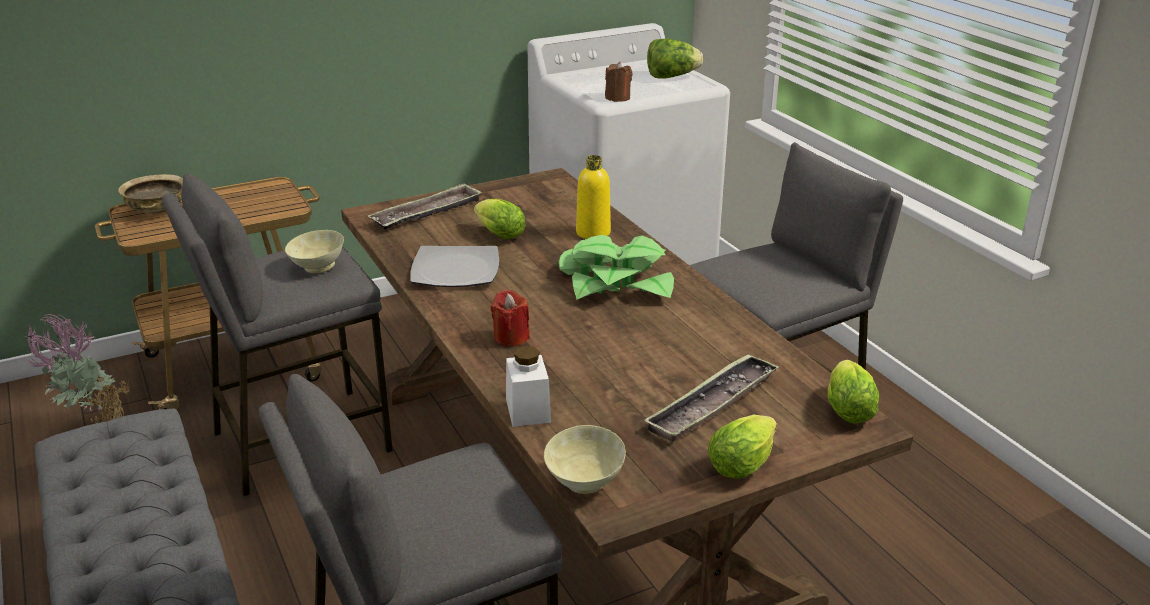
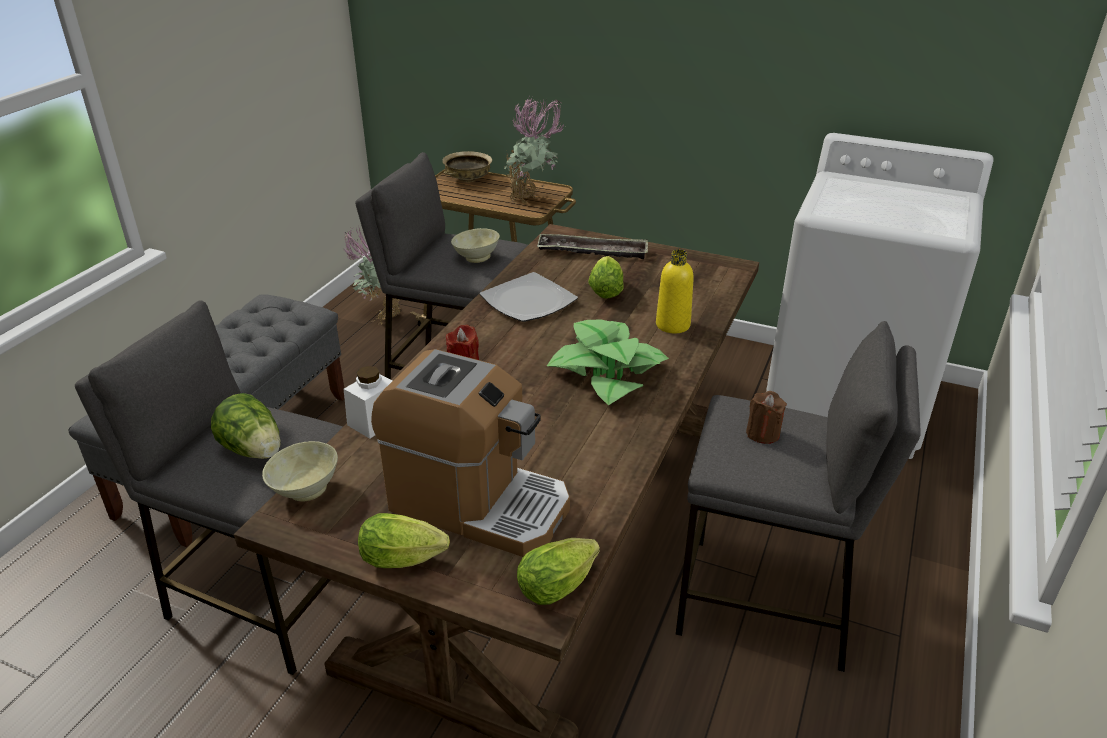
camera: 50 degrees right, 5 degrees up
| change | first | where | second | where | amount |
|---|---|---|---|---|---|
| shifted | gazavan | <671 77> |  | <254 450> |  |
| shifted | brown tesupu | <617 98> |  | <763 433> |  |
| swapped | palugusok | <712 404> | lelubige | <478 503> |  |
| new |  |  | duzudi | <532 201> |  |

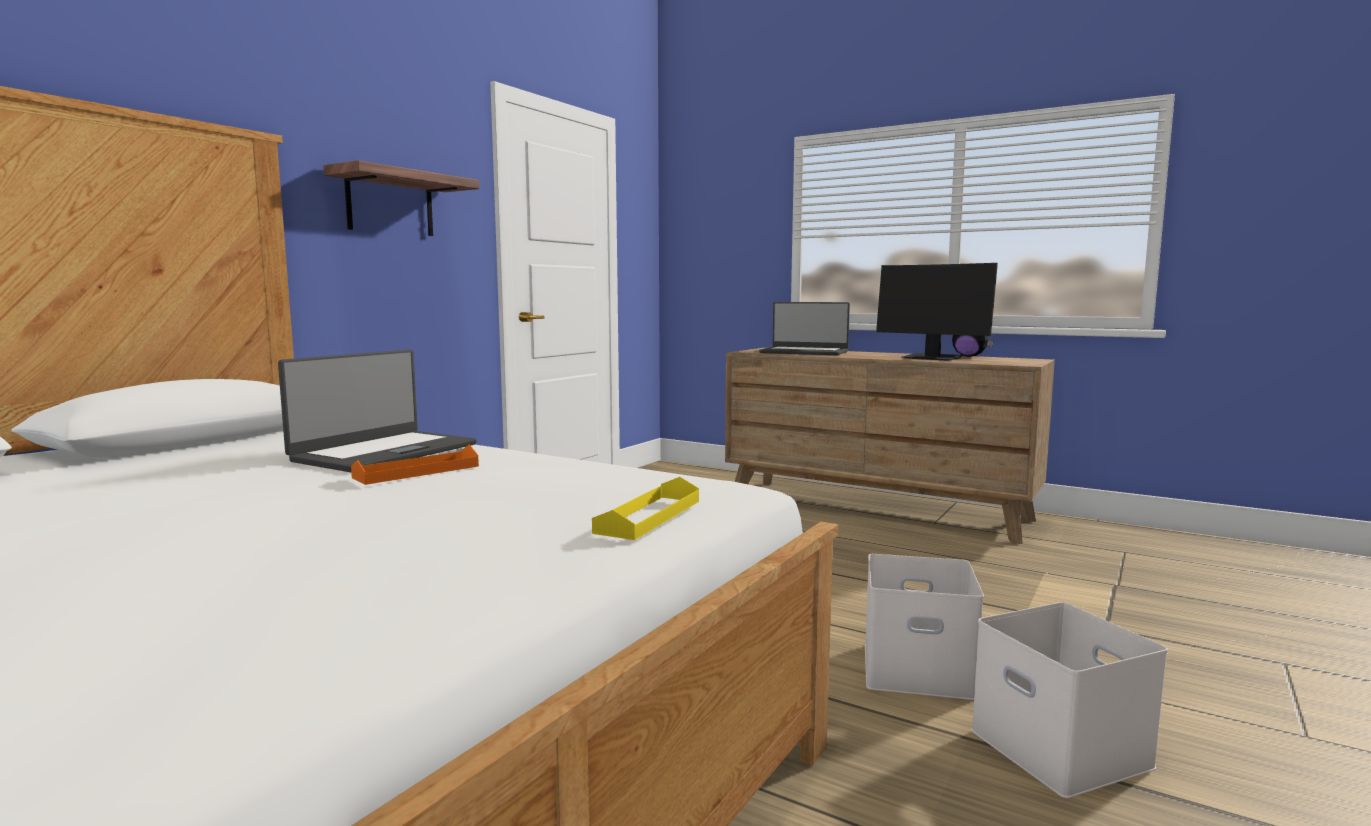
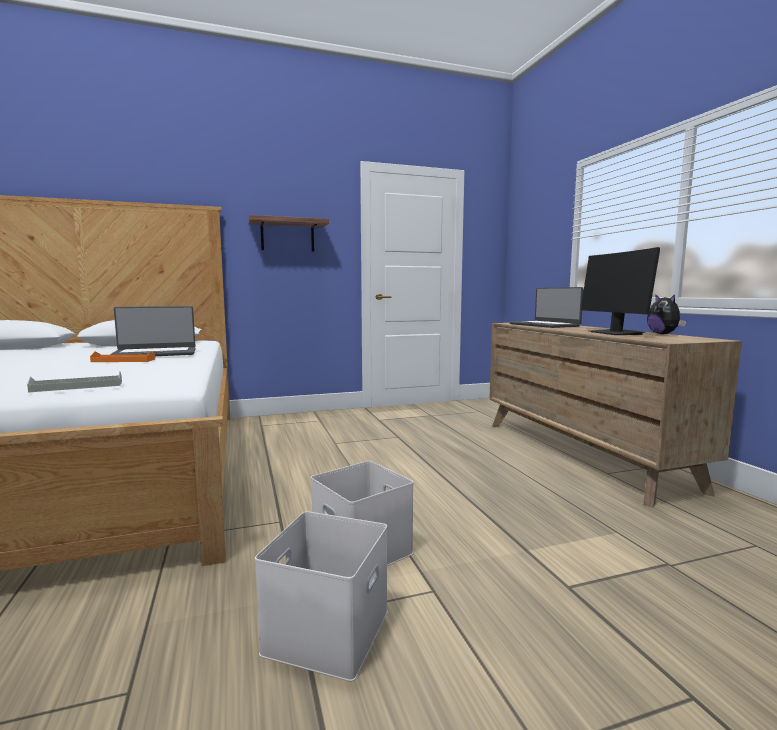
camera: 40 degrees right, 0 degrees up
| change | first | where | second | where | amount |
|---|---|---|---|---|---|
| repainted | yellow palugusok | <649 516> | grey palugusok | <77 386> |  |

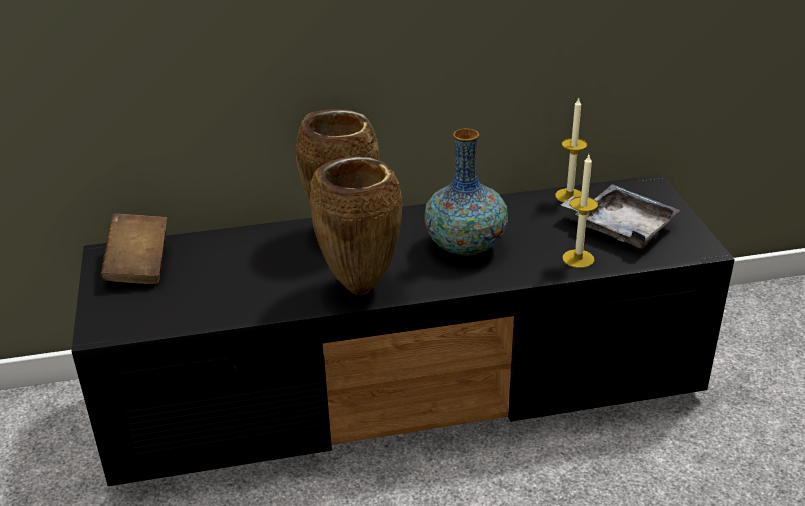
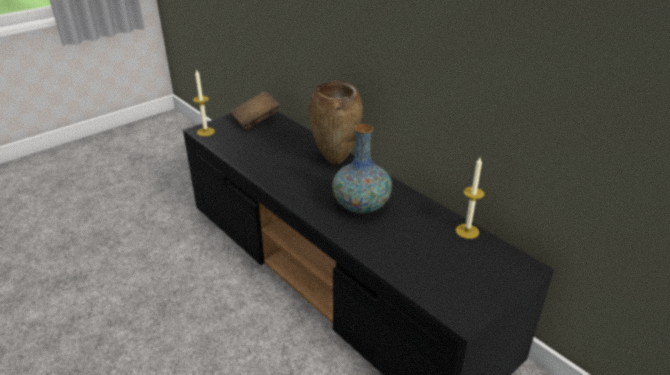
camera: 60 degrees right, 0 degrees up
| change | first | where | second | where | amount |
|---|---|---|---|---|---|
| shifted | tesupu | <578 259> |  | <205 132> |  |
| gone | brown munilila | <361 287> |  |  |  |
| gone | grey palugusok | <620 227> |  |  |  |

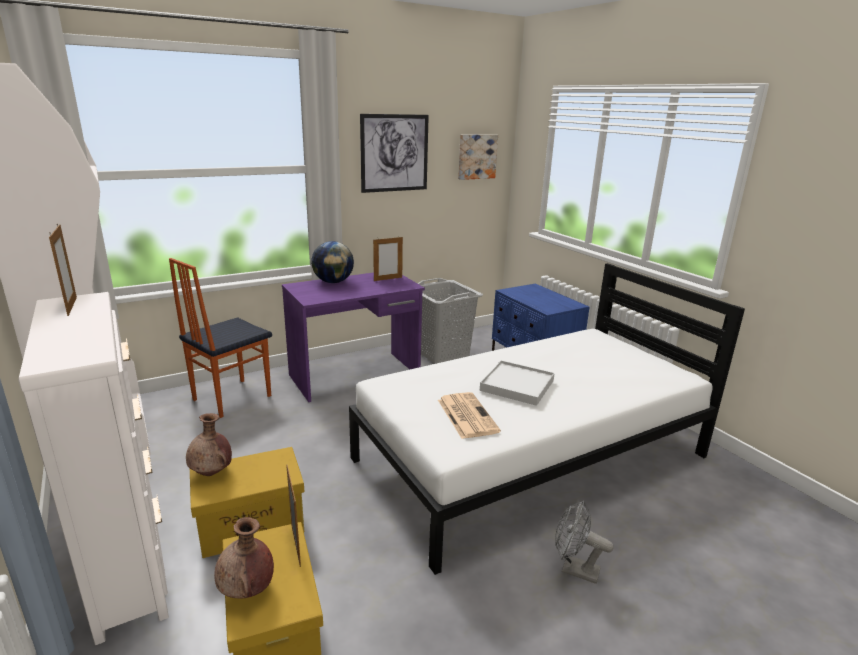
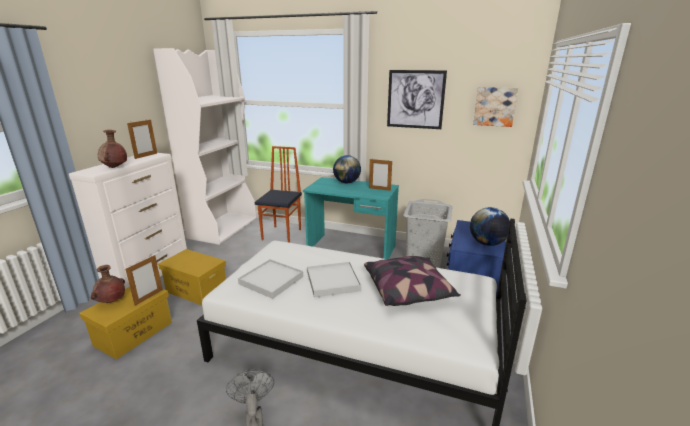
camera: 50 degrees right, 0 degrees up
| change | first | where | second | where | amount |
|---|---|---|---|---|---|
| rotated | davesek | <231 398> |  | <282 234> | 105 degrees clockwise |
| repainted | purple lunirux | <356 376> | turquoise lunirux | <351 249> |  |
| swapped | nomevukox | <466 415> | white palugusok | <271 280> |  |
| shifted | brown munilila | <212 472> |  | <115 167> |  |
| new |  |  | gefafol | <487 243> |  |
| new |  |  | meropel | <408 291> |  |

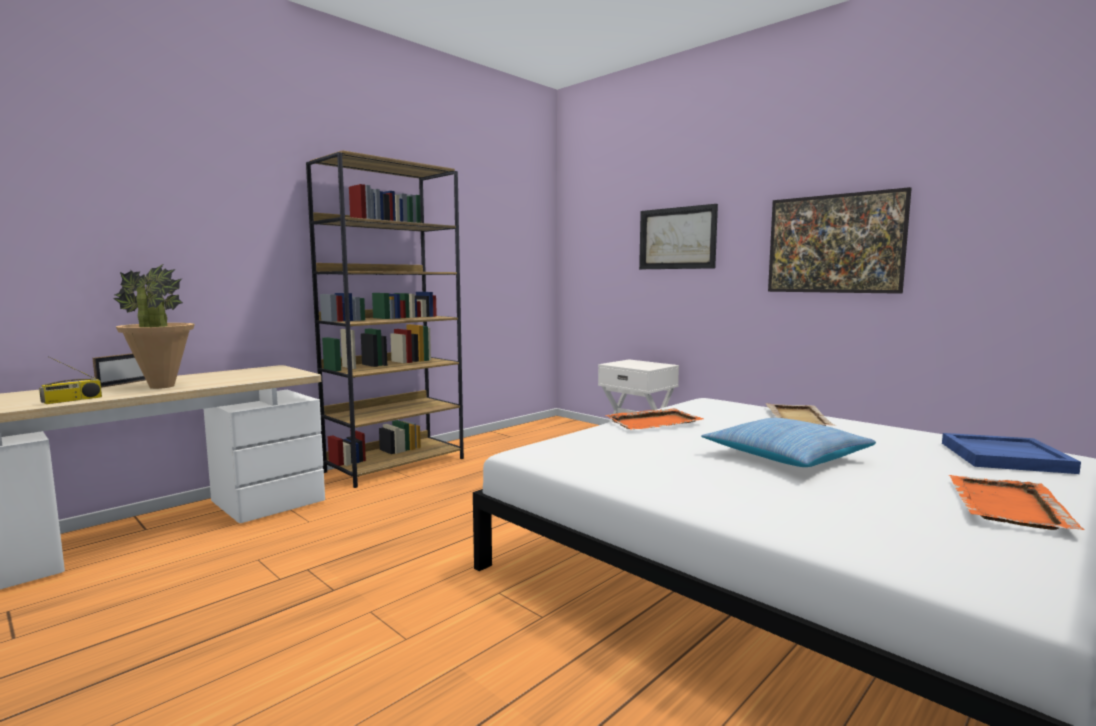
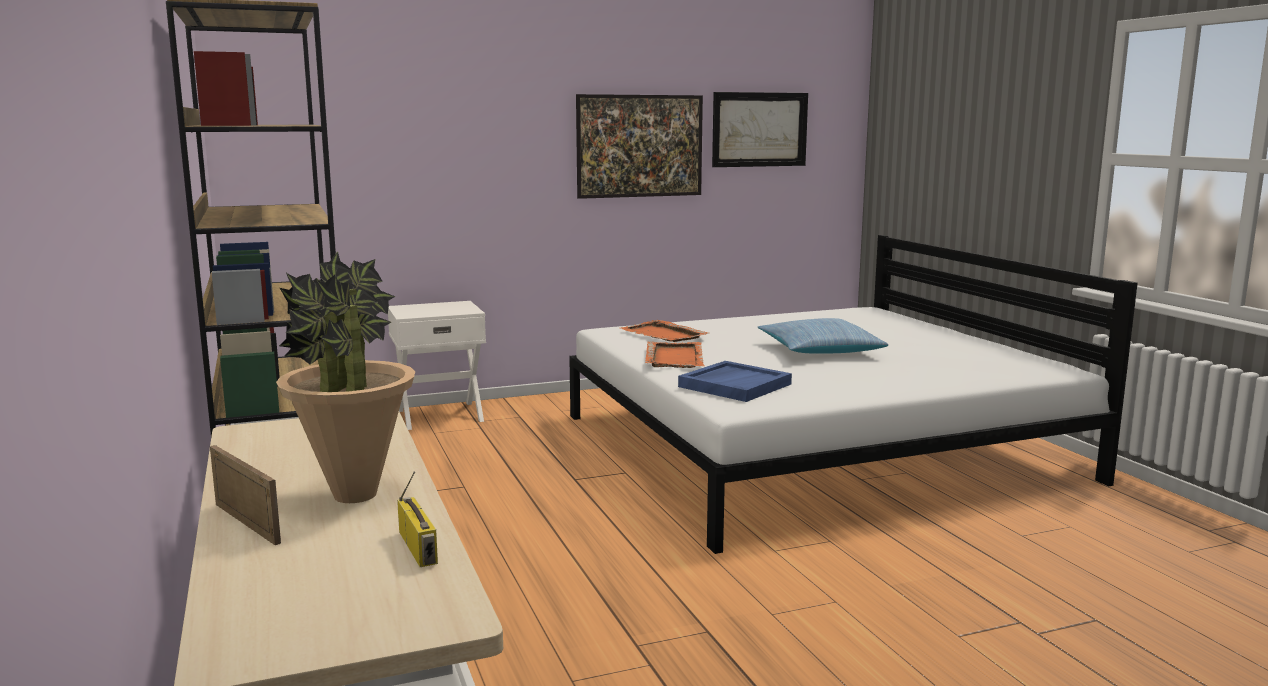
camera: 65 degrees left, 5 degrees up
| change | first | where | second | where | amount |
|---|---|---|---|---|---|
| shifted | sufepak | <677 238> |  | <759 129> |  |
| gone | beige palugusok | <797 417> |  |  |  |
| shifted | blue palugusok | <1005 457> |  | <734 385> |  |
| shifted | orange palugusok | <1007 506> |  | <664 334> |  |

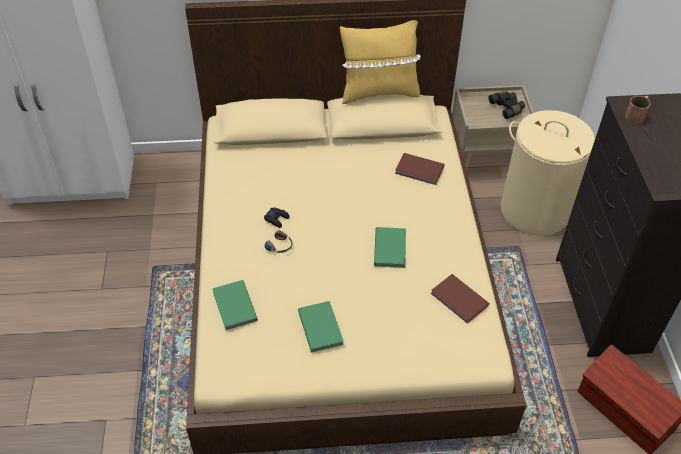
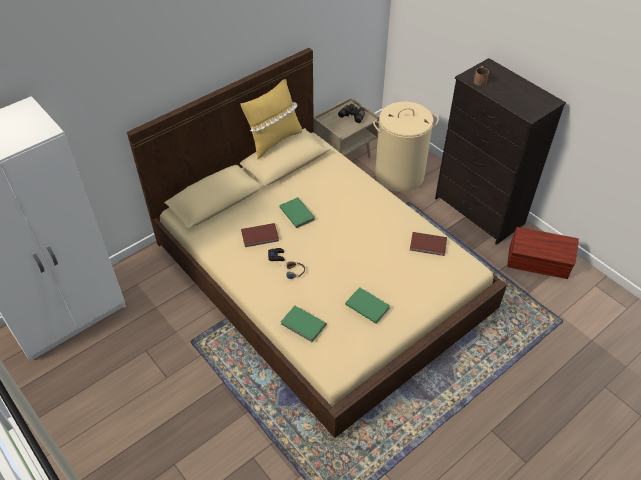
camera: 35 degrees left, 0 degrees up
| change | first | where | second | where | amount |
|---|---|---|---|---|---|
| shifted | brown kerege | <419 171> |  | <260 236> |  |
| shifted | green kerege | <391 248> |  | <297 213> |  |

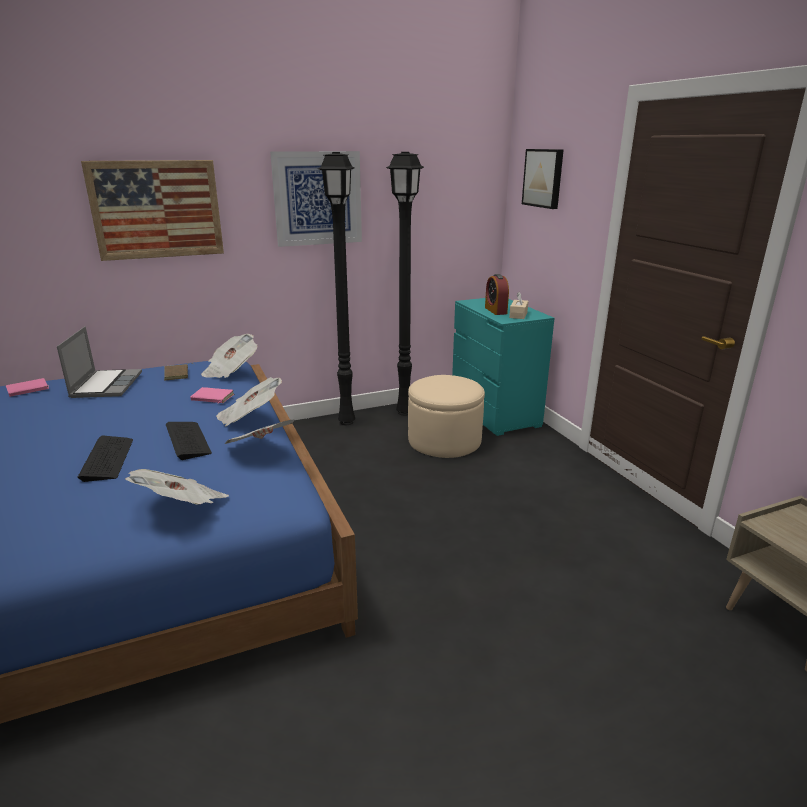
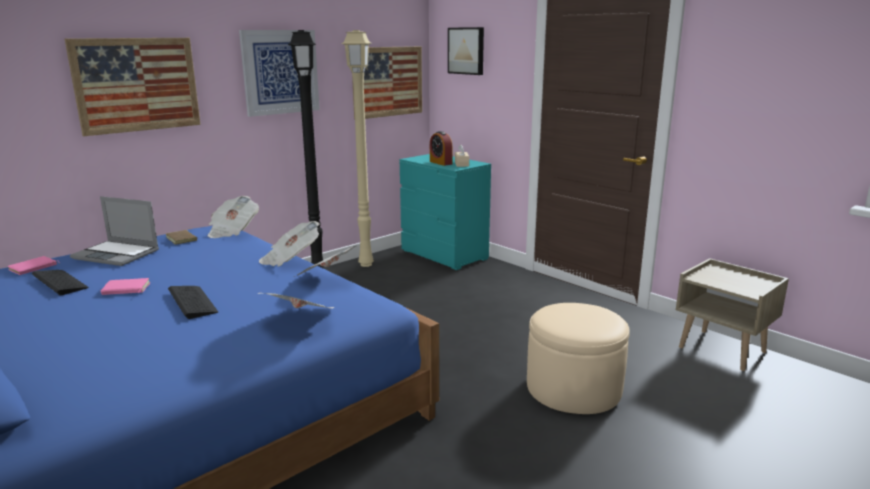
camera: 20 degrees left, 5 degrees down
| change | first | where | second | where | amount |
|---|---|---|---|---|---|
| repainted | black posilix | <405 412> | beige posilix | <367 264> |  |
| rotated | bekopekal | <106 385> |  | <117 254> | 135 degrees clockwise |
| shifted | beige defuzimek | <444 440> |  | <574 388> |  |
| shifted | pink kerege | <212 398> |  | <125 290> |  |
| shifted | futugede | <188 440> |  | <60 282> |  |
| new |  |  | sufepak | <387 81> |  |

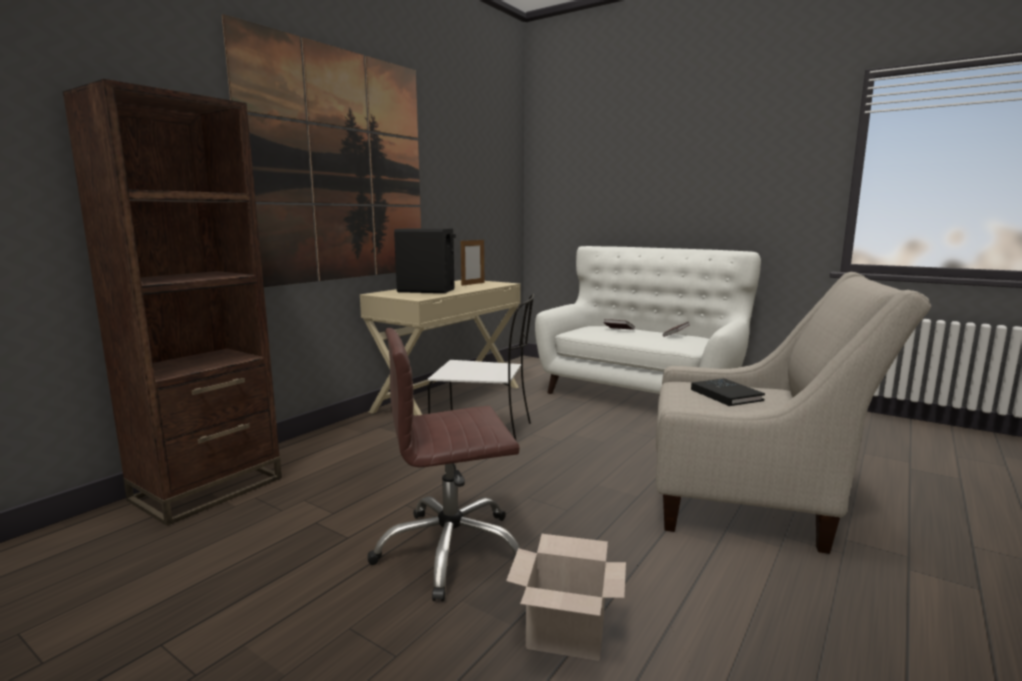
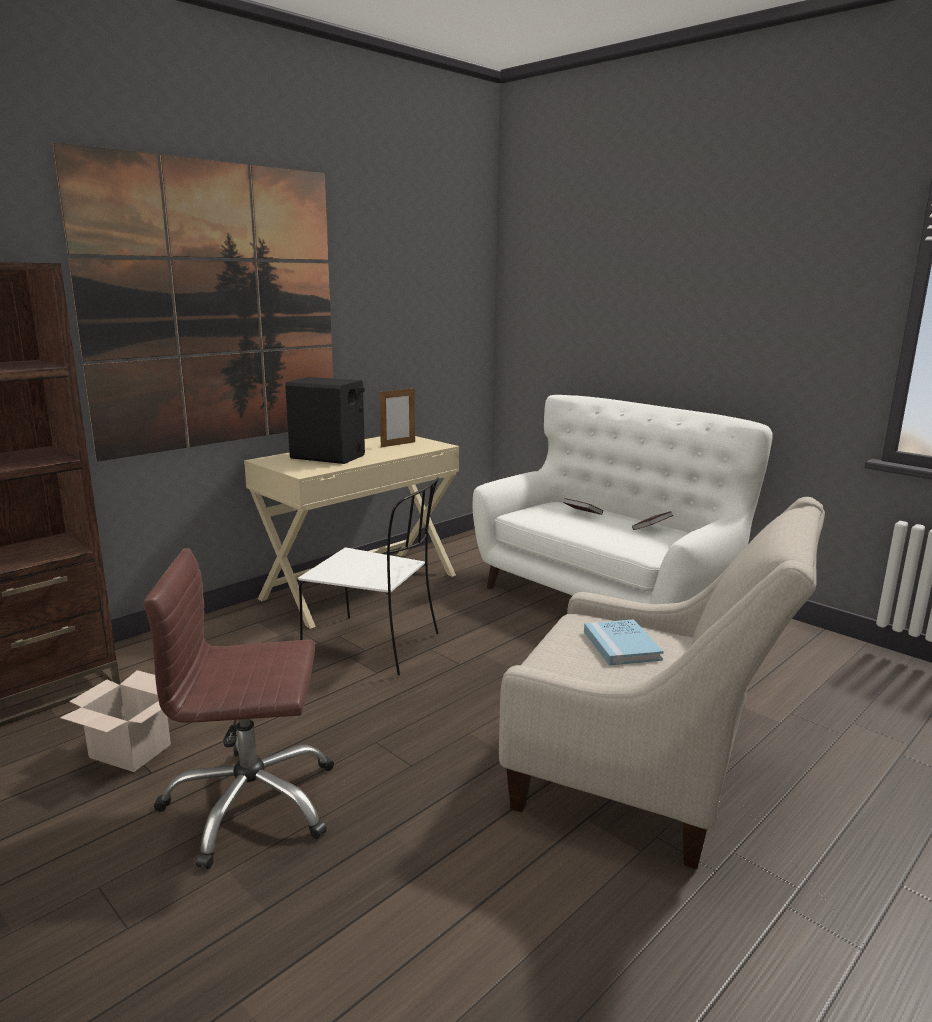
camera: 10 degrees right, 5 degrees up
| change | first | where | second | where | amount |
|---|---|---|---|---|---|
| repainted | black kerege | <726 395> | blue kerege | <621 645> |  |
| shifted | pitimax | <563 634> |  | <128 751> |  |

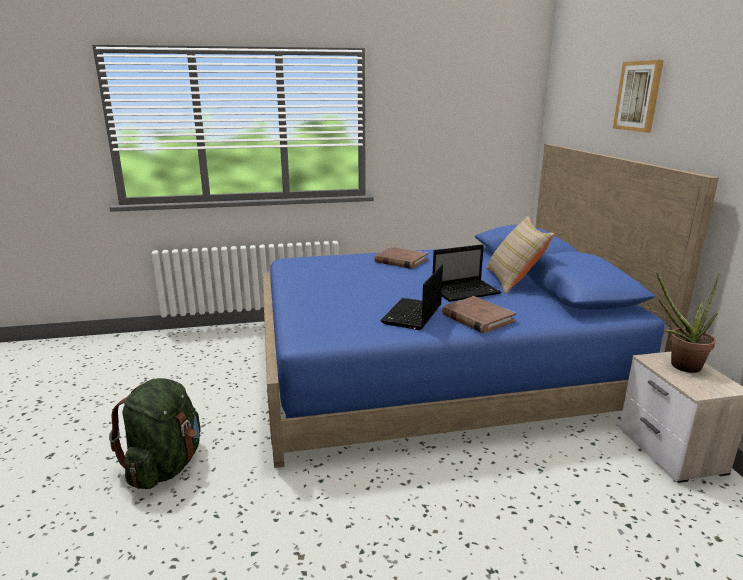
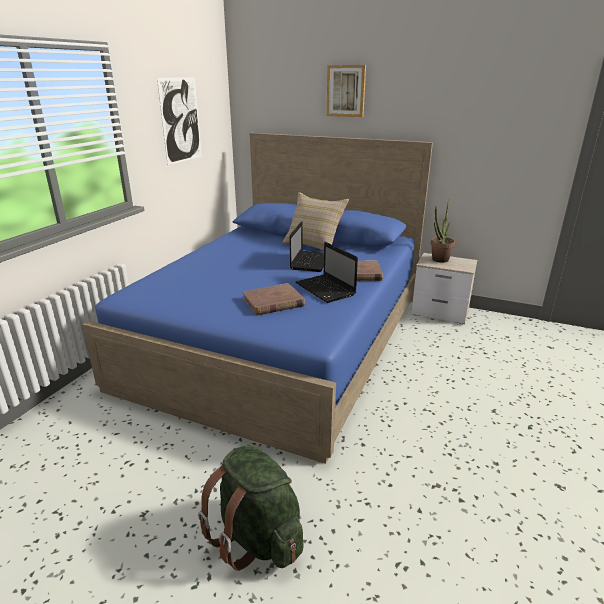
camera: 55 degrees left, 5 degrees up
| change | first | where | second | where | amount |
|---|---|---|---|---|---|
| shifted | brown kerege | <400 260> |  | <273 302> |  |
| new |  |  | sufepak | <181 120> |  |

